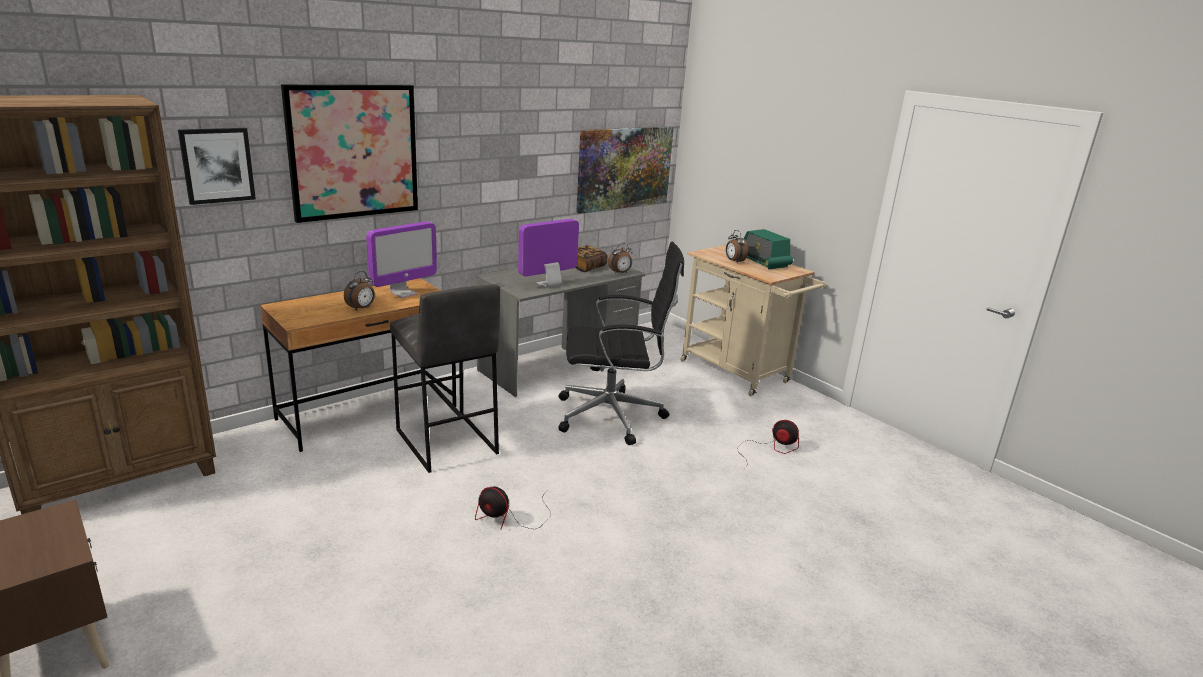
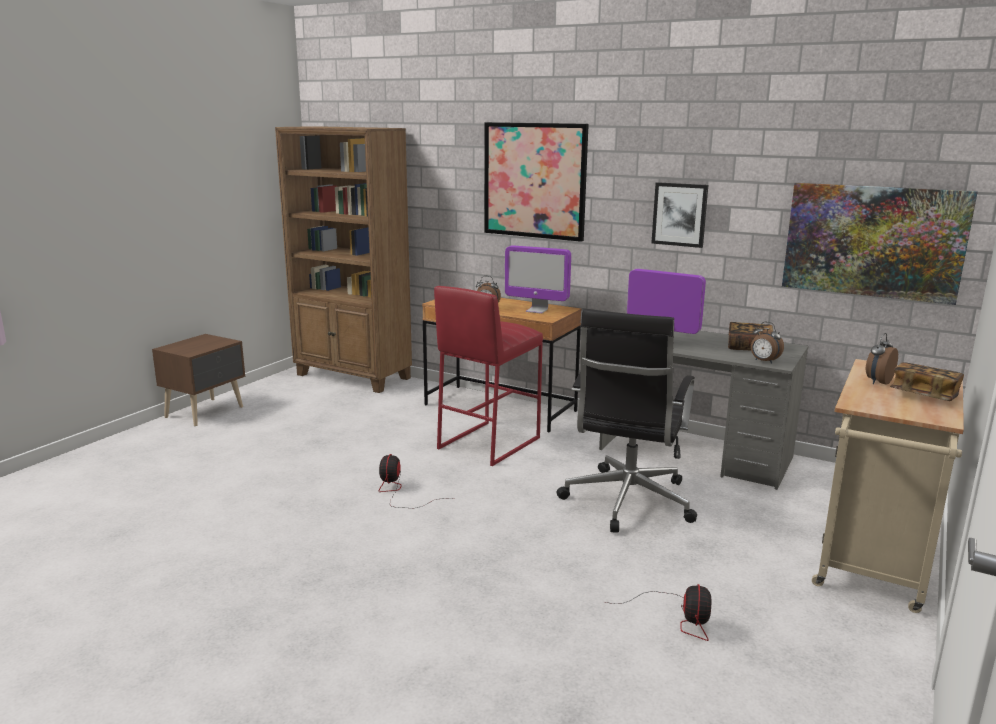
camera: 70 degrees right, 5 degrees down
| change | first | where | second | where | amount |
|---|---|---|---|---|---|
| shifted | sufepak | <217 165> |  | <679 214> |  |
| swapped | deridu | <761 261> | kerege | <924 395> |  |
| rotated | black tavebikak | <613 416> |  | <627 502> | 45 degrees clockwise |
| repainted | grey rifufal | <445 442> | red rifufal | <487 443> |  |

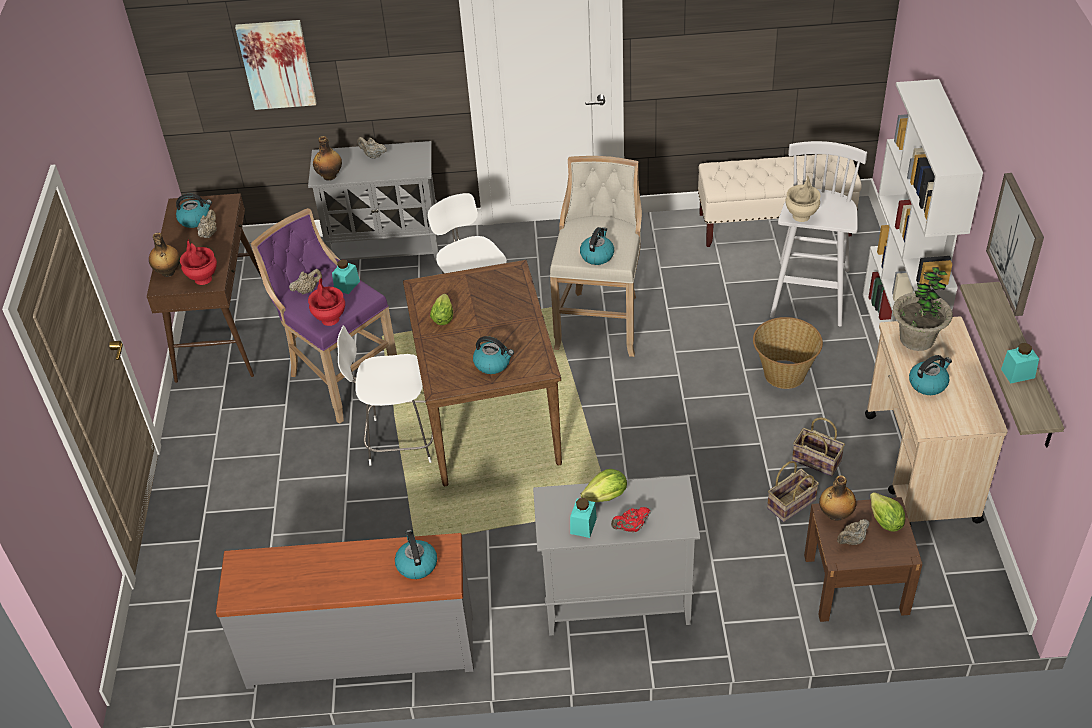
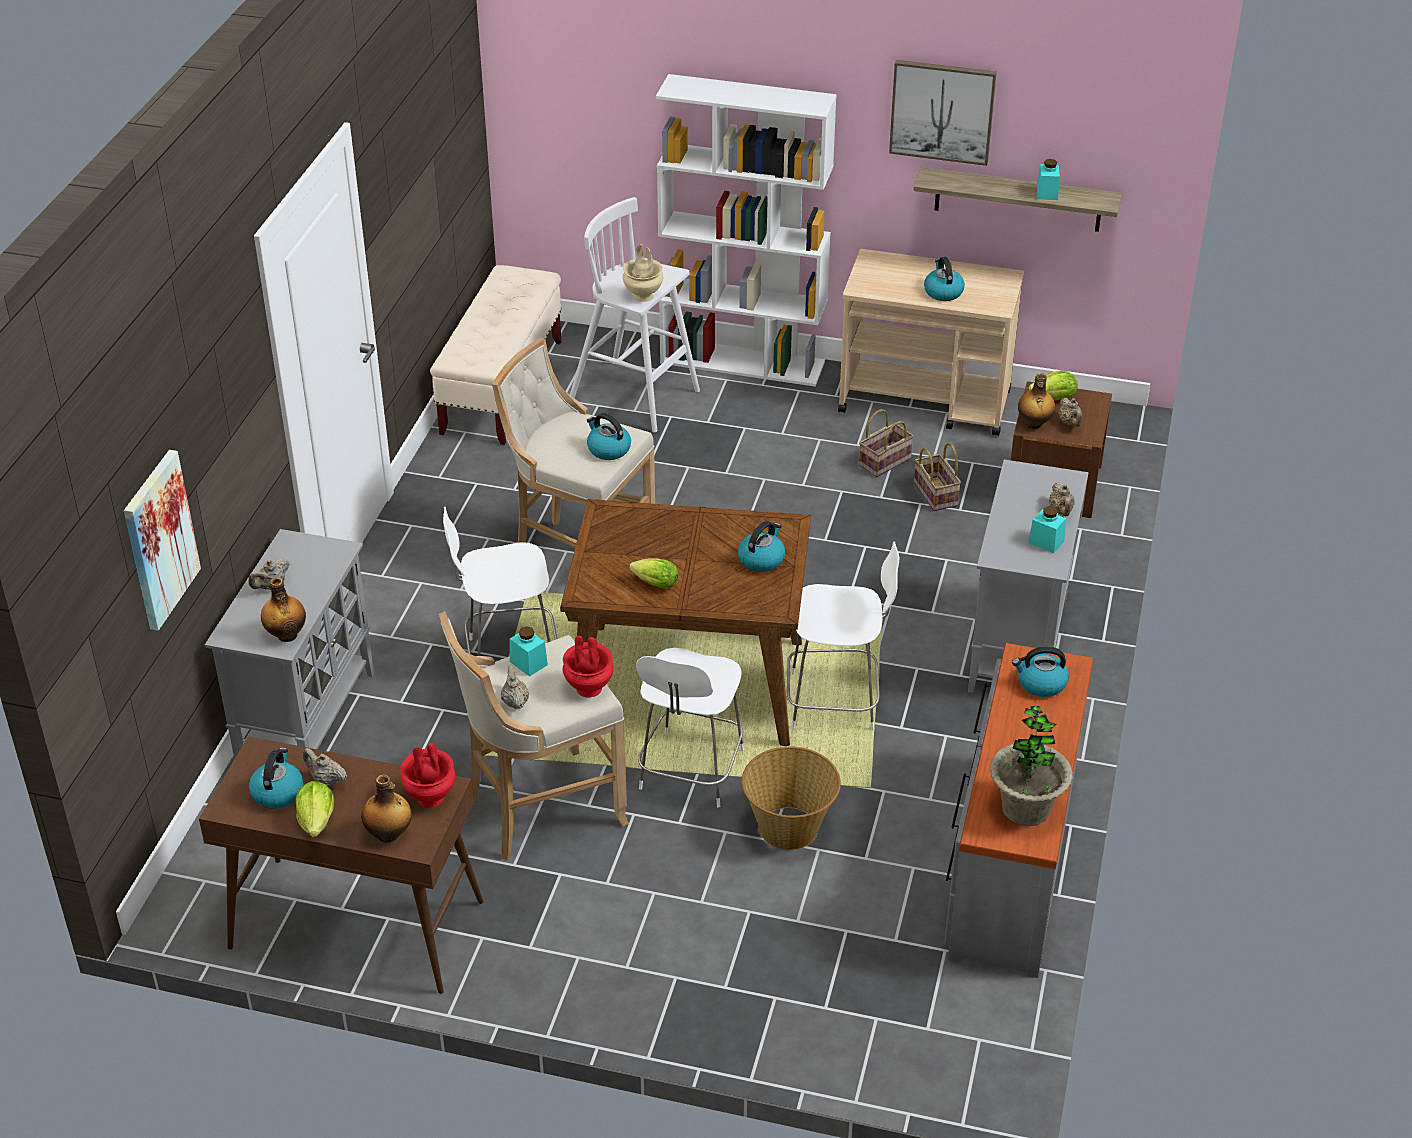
camera: 75 degrees left, 5 degrees down
| change | first | where | second | where | amount |
|---|---|---|---|---|---|
| repainted | purple rifufal | <340 377> | beige rifufal | <539 810> |  |
| shifted | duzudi | <917 339> |  | <1026 808> |  |
| shifted | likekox | <784 374> |  | <789 829> |  |
| shifted | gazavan | <606 496> |  | <317 821> |  |
| repainted | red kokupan | <631 528> | beige kokupan | <1061 511> |  |
| new |  |  | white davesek | <836 702> |  |

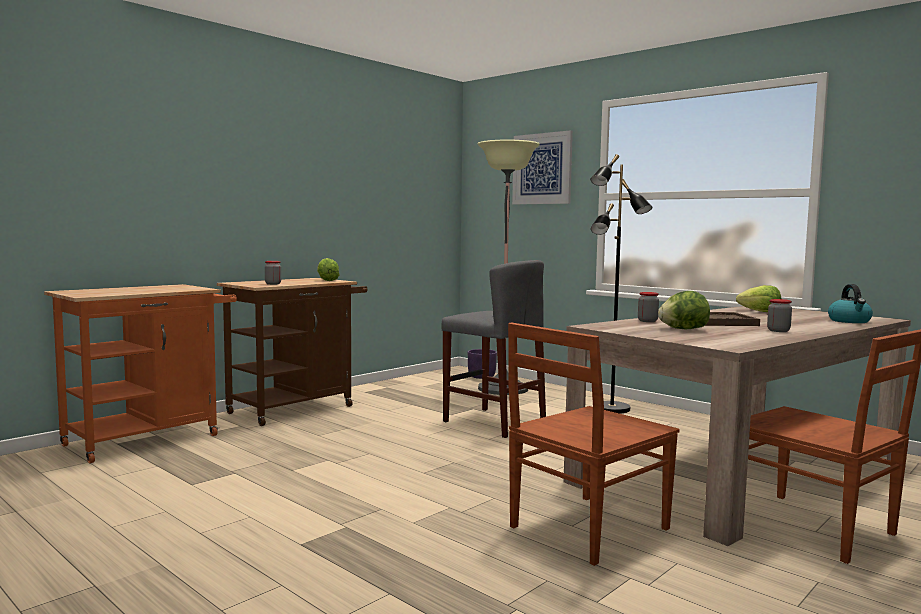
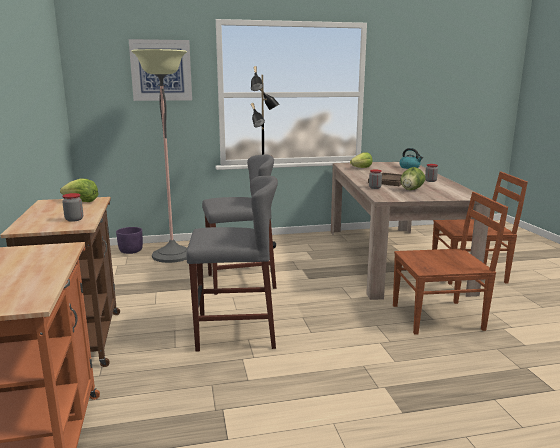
camera: 55 degrees left, 10 degrees up
| change | first | where | second | where | amount |
|---|---|---|---|---|---|
| rotated | brown davesek | <586 529> |  | <439 317> | 90 degrees counterclockwise |
| new |  |  | grey rifufal | <235 333> |  |

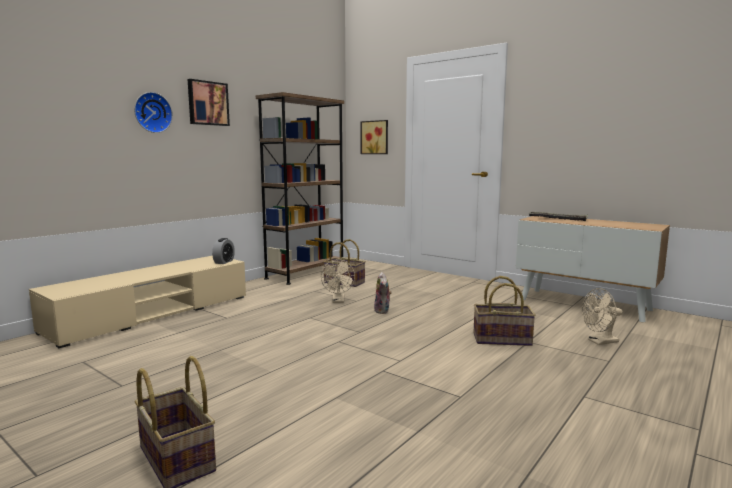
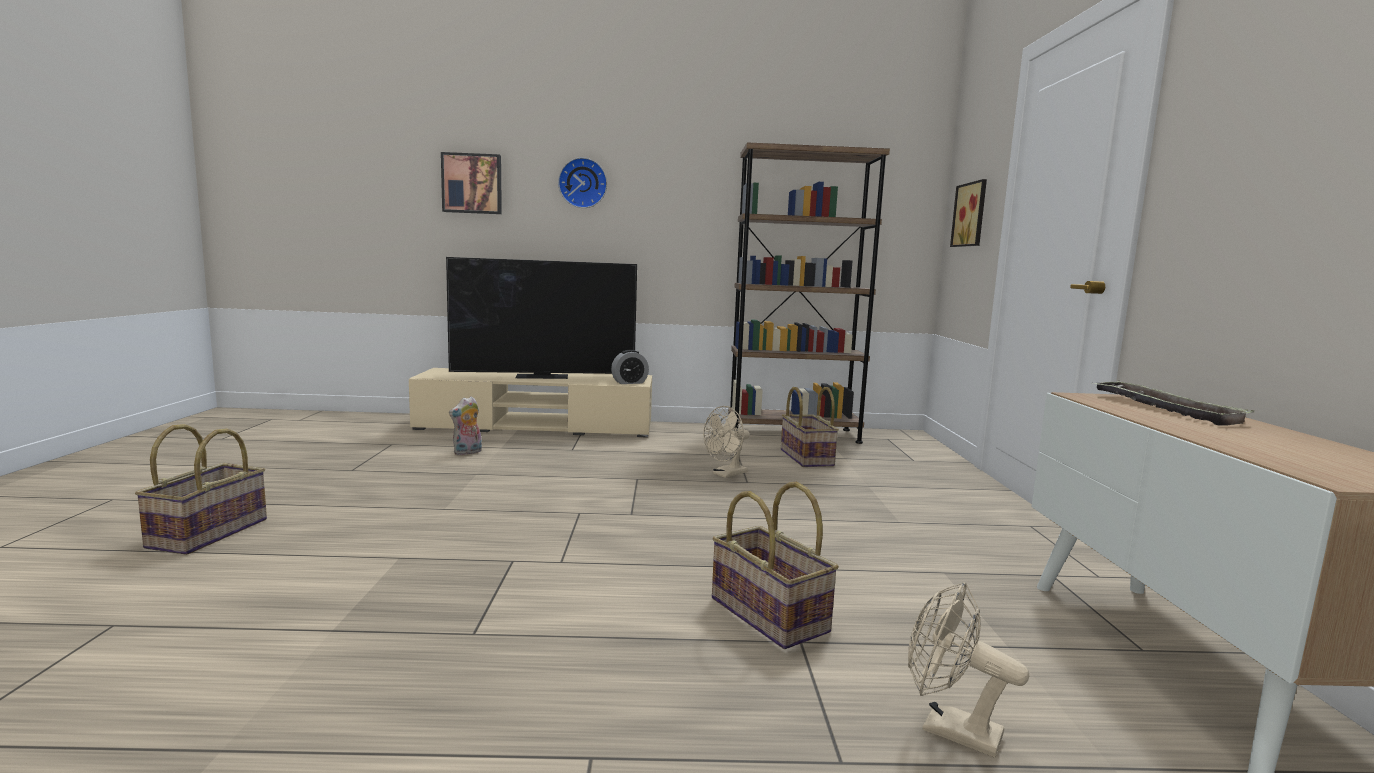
camera: 50 degrees right, 0 degrees up
| change | first | where | second | where | amount |
|---|---|---|---|---|---|
| shifted | sufepak | <207 103> |  | <472 183> |  |
| shifted | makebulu | <383 311> |  | <467 452> |  |
| new |  |  | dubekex | <543 376> |  |

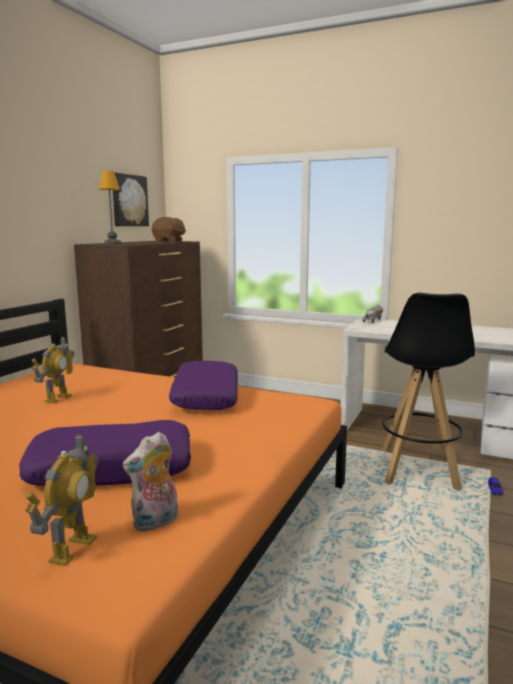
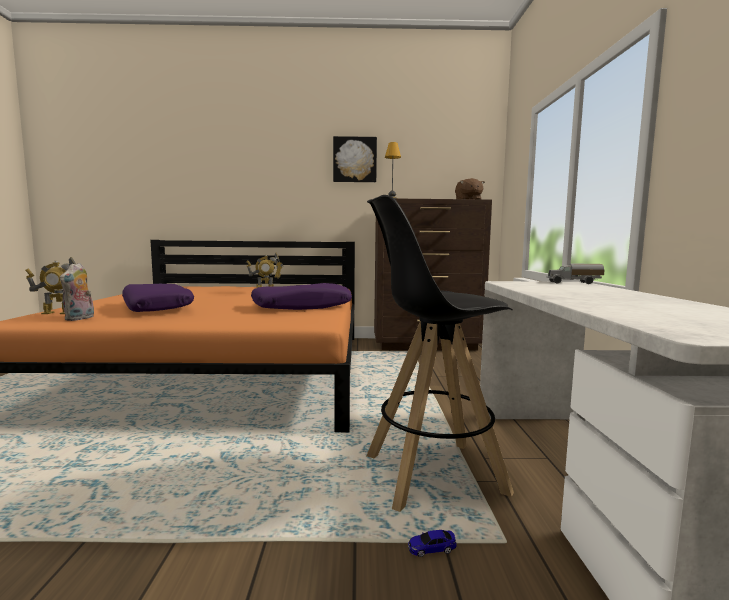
camera: 65 degrees right, 5 degrees down
| change | first | where | second | where | amount |
|---|---|---|---|---|---|
| shifted | sufepak | <129 200> |  | <354 160> |  |
| rotated | makebulu | <155 522> |  | <80 318> | 105 degrees counterclockwise |

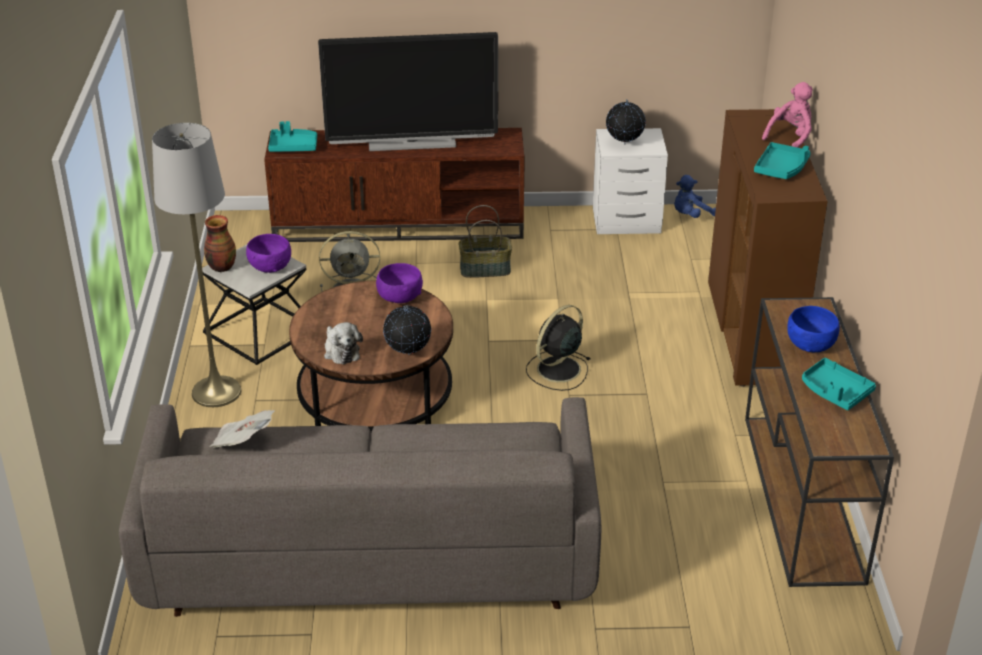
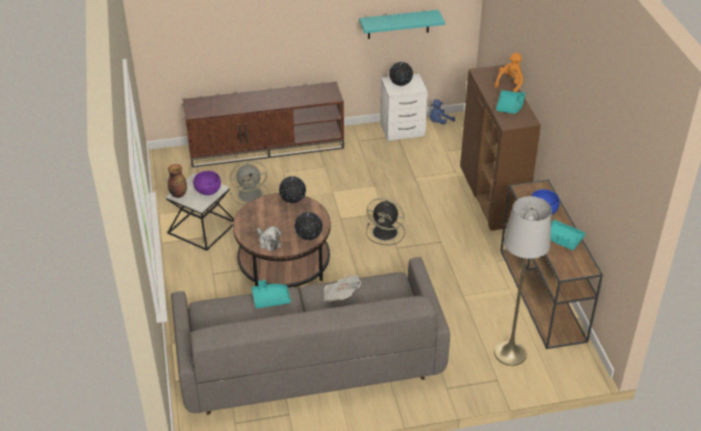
camera: 10 degrees left, 5 degrees up
| change | first | where | second | where | amount |
|---|---|---|---|---|---|
| gone | dubekex | <412 142> |  |  |  |
| repainted | pink makebulu | <790 137> | orange makebulu | <510 84> |  |
| shifted | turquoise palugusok | <293 147> |  | <270 299> |  |
| shifted | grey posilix | <216 392> |  | <510 353> |  |
| gone | likekox | <485 269> |  |  |  |
| swapped | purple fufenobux | <399 297> | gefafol | <293 203> |  |
| rotated | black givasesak | <557 370> |  | <386 232> | 105 degrees counterclockwise |
| shifted | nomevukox | <243 442> |  | <340 295> |  |
| new |  |  | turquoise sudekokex | <398 24> |  |

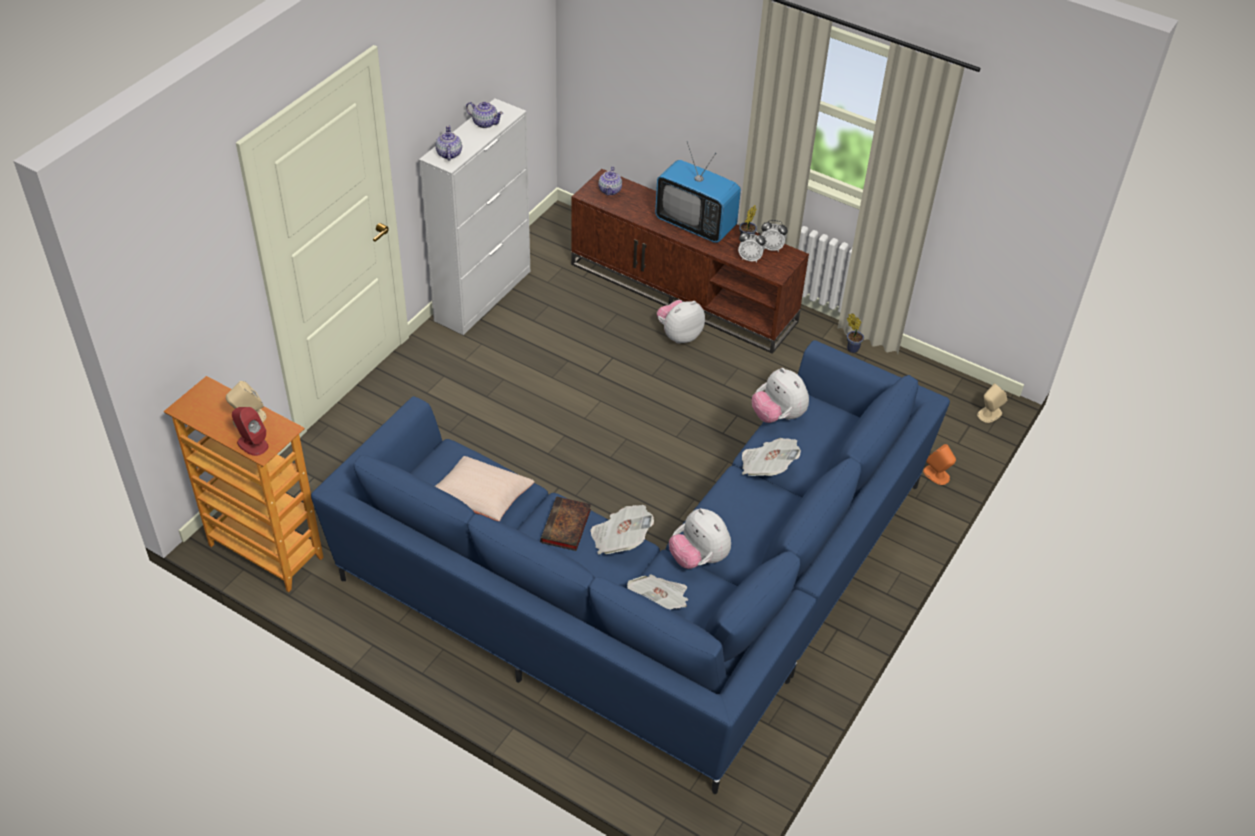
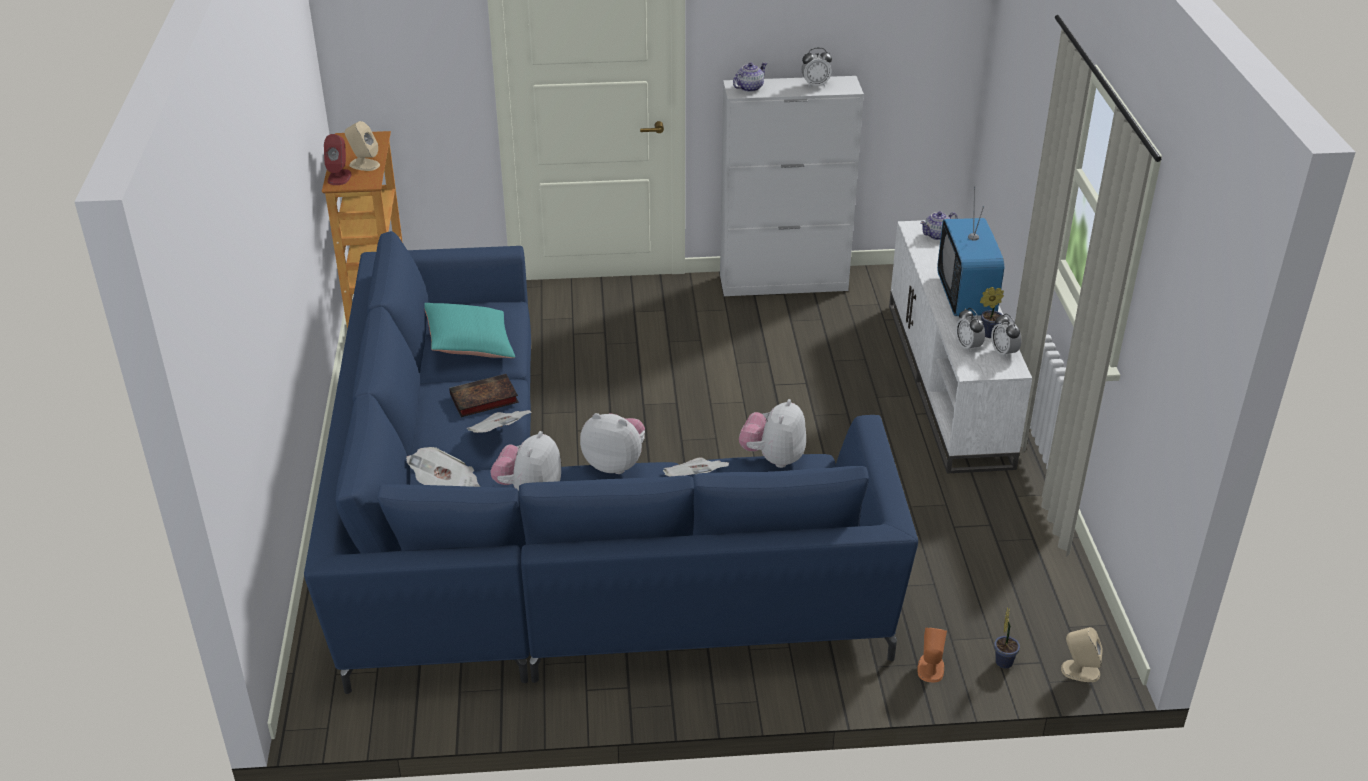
camera: 55 degrees right, 10 degrees down
| change | first | where | second | where | amount |
|---|---|---|---|---|---|
| swapped | kokupan | <485 123> | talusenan | <815 85> |  |
| repainted | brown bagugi | <684 292> | white bagugi | <950 383> |  |
| shifted | makebulu | <679 335> |  | <615 463> |  |
| shifted | duzudi | <851 348> |  | <1004 660> |  |
| repainted | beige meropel | <481 498> | turquoise meropel | <470 344> |  |

